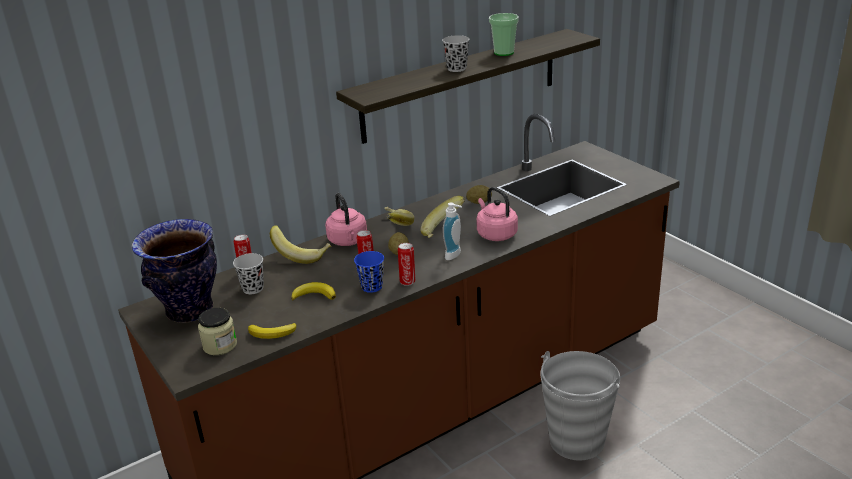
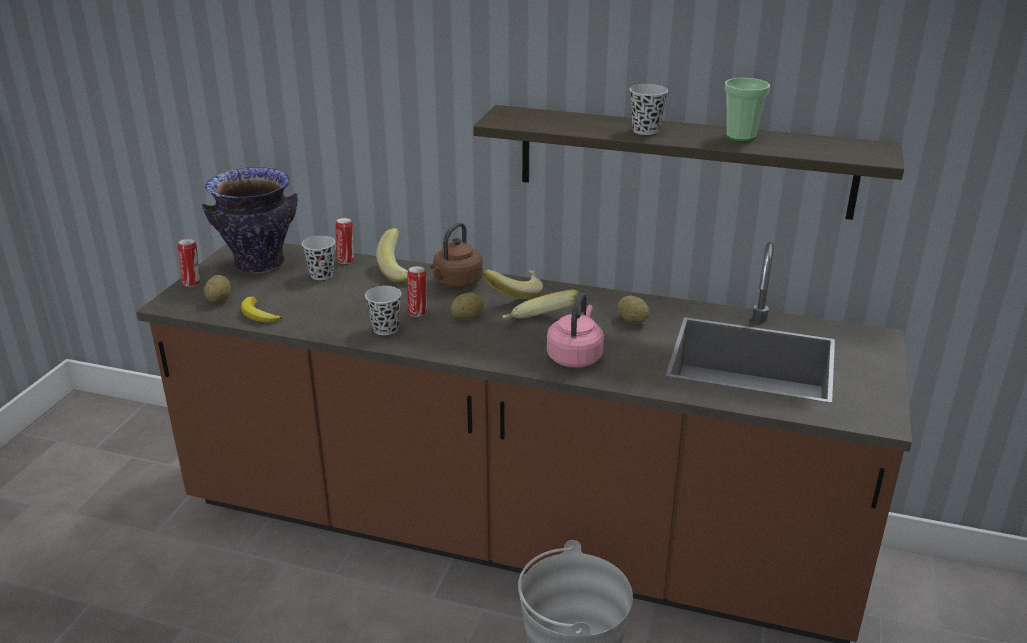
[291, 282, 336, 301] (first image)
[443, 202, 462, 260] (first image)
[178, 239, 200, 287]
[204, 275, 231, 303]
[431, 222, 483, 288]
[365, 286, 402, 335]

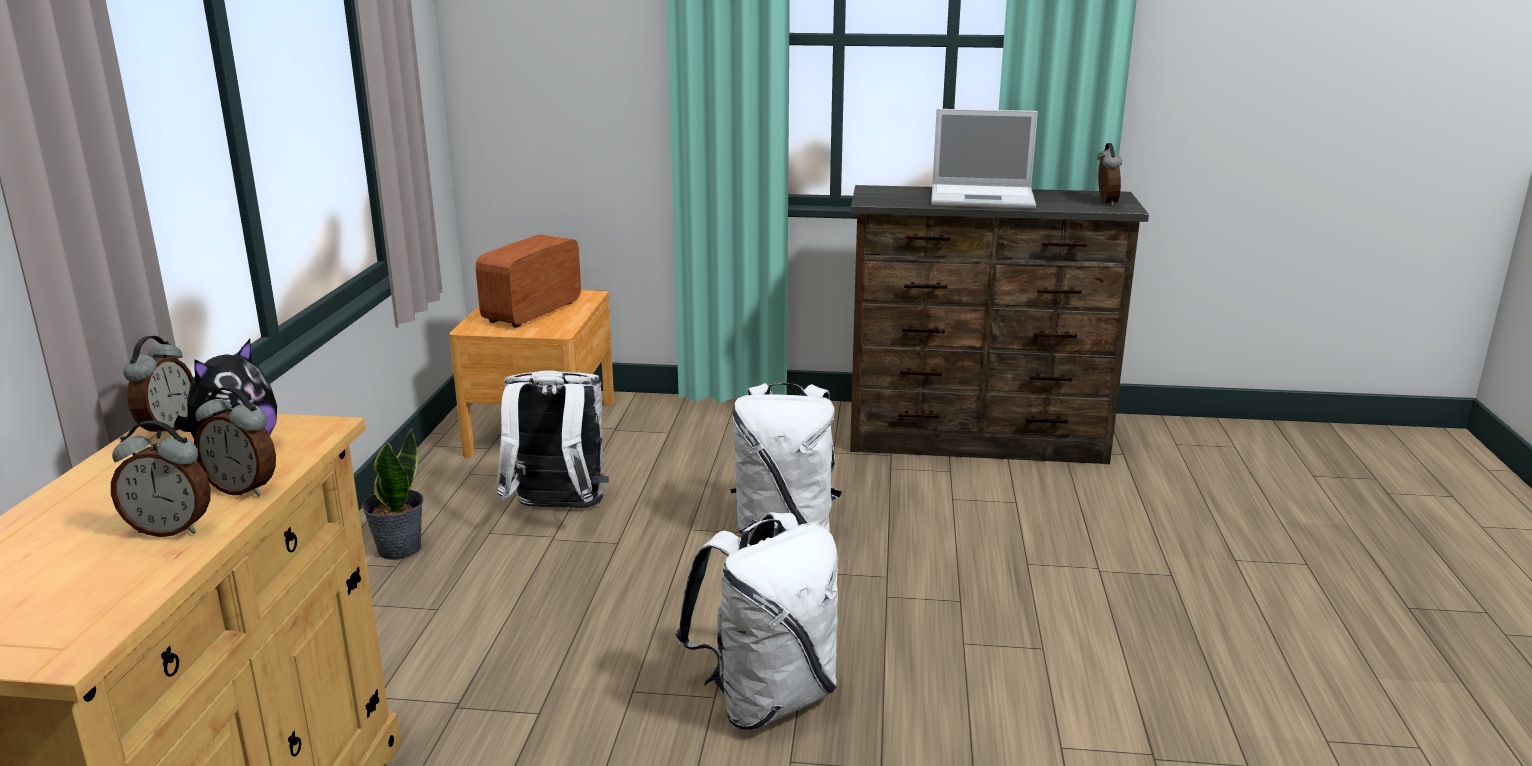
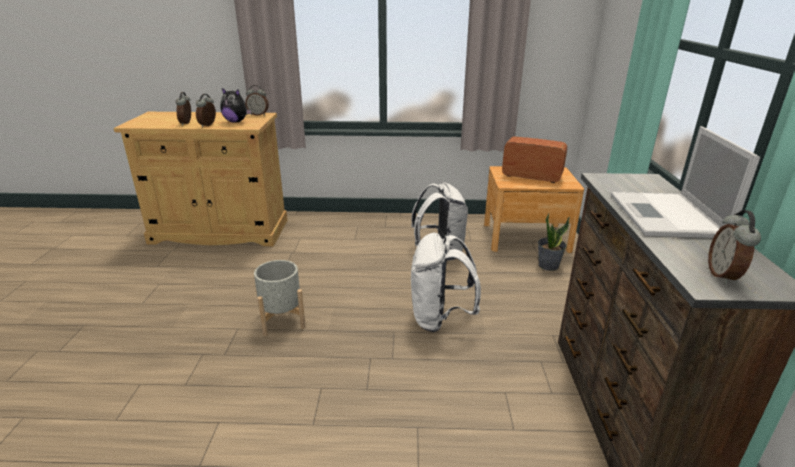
[538, 213, 570, 271]
[254, 260, 306, 336]
[708, 210, 761, 284]

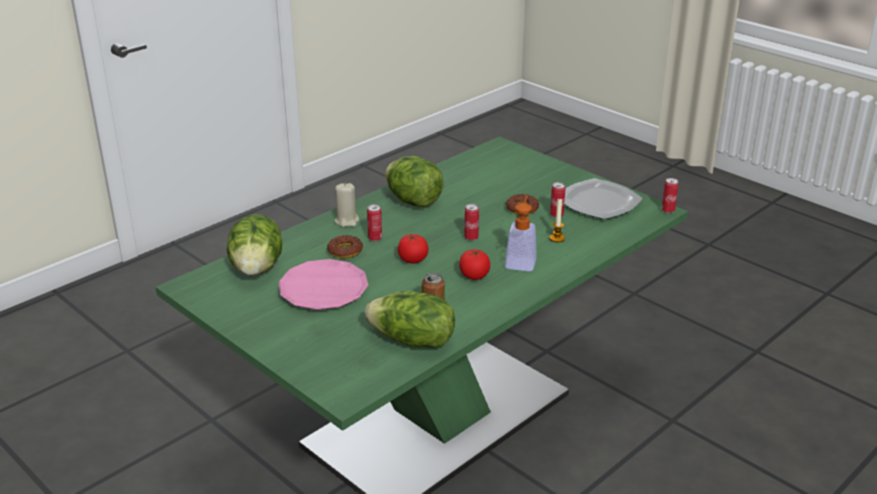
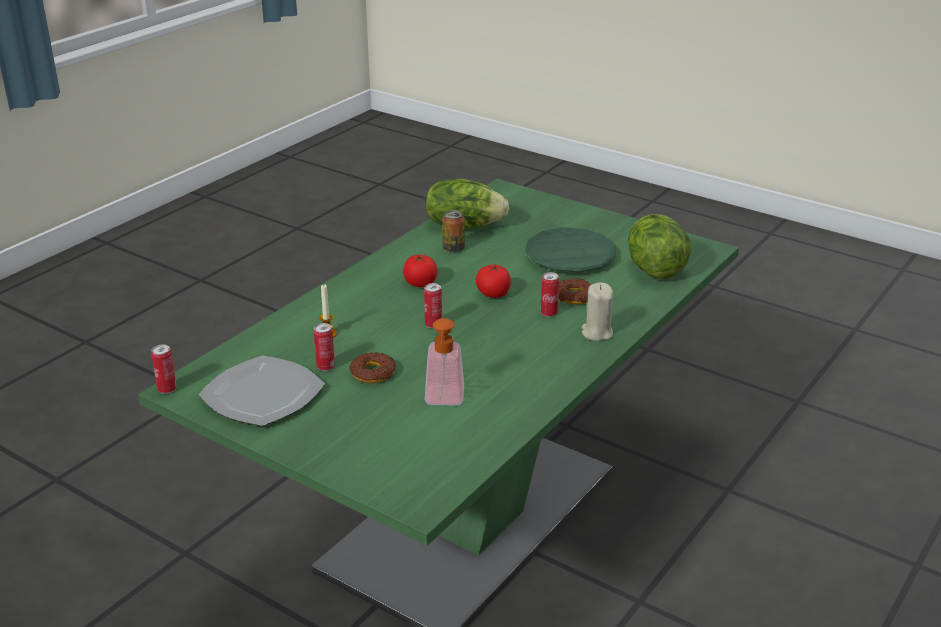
[385, 156, 444, 207] (first image)
[425, 318, 464, 406]
[525, 227, 616, 272]

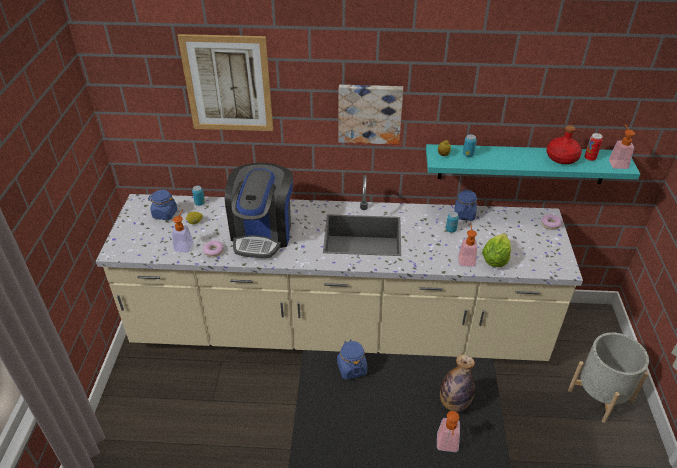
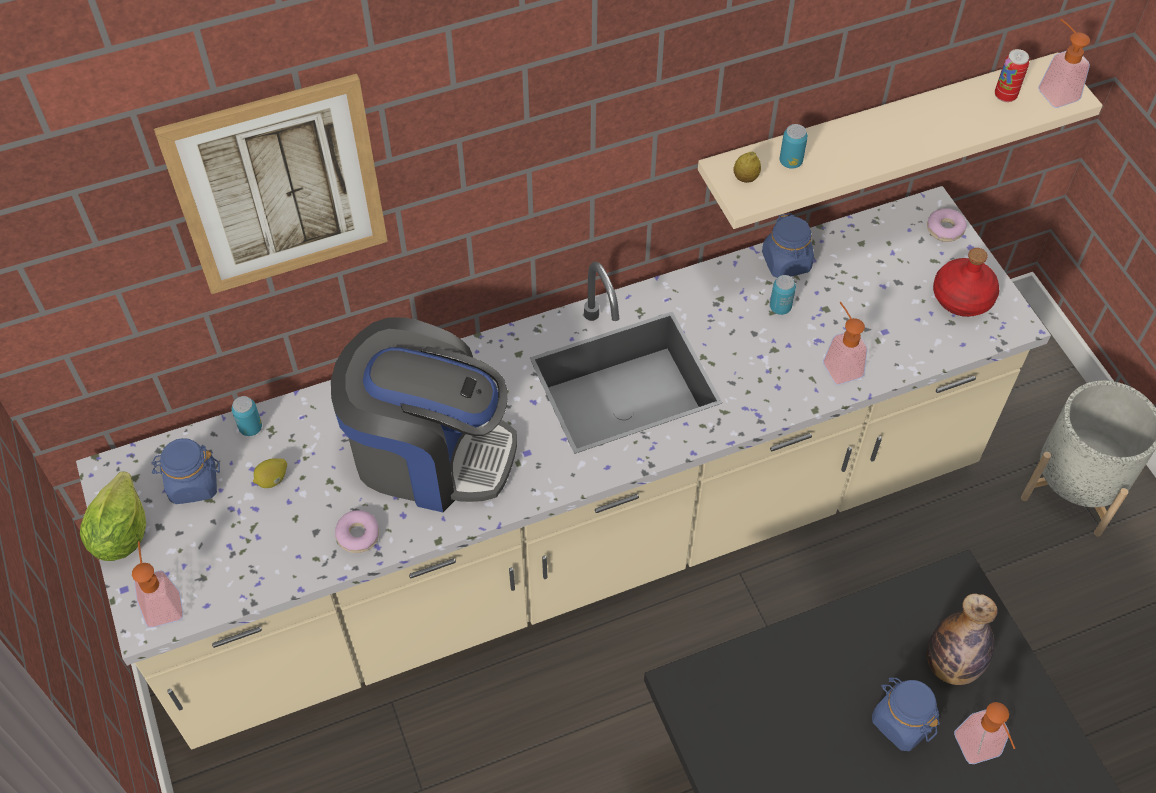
[339, 85, 403, 145] (first image)
[132, 541, 183, 628]
[872, 678, 940, 751]
[80, 472, 146, 561]
[933, 248, 999, 317]
[698, 52, 1103, 229]
[331, 317, 517, 512]

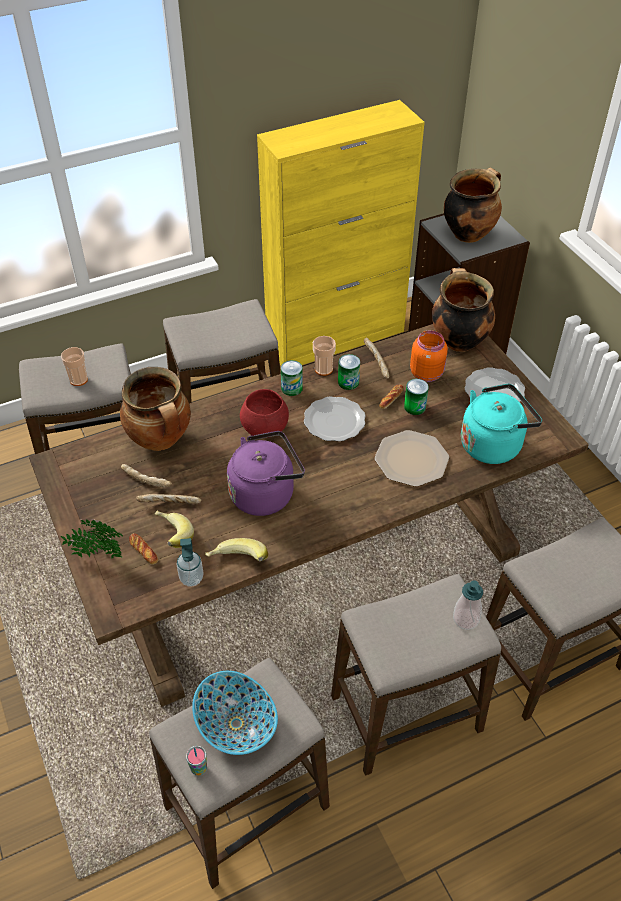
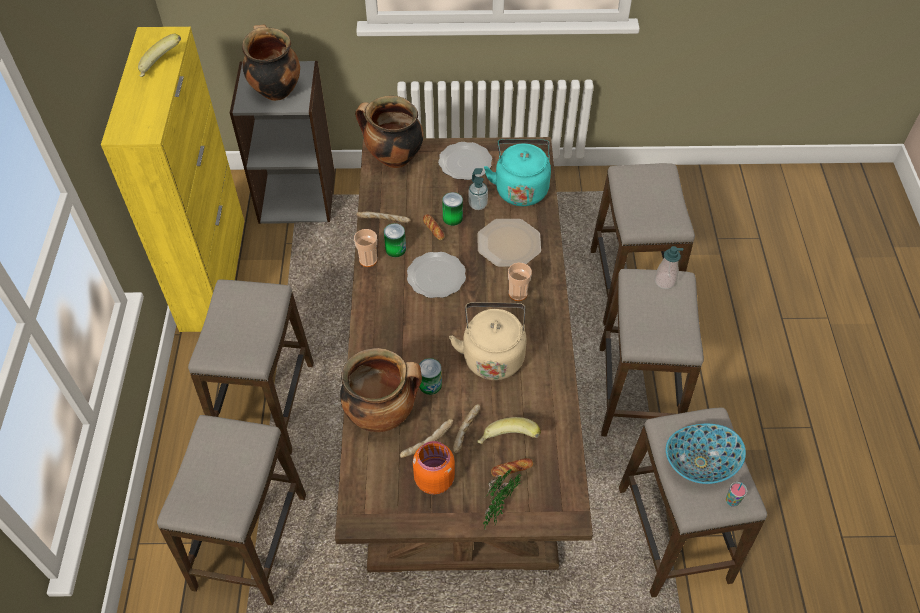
[240, 389, 289, 438] (first image)
[508, 262, 532, 301]
[468, 168, 488, 210]
[138, 34, 181, 77]
[419, 358, 442, 395]
[413, 441, 455, 495]
[449, 302, 527, 380]

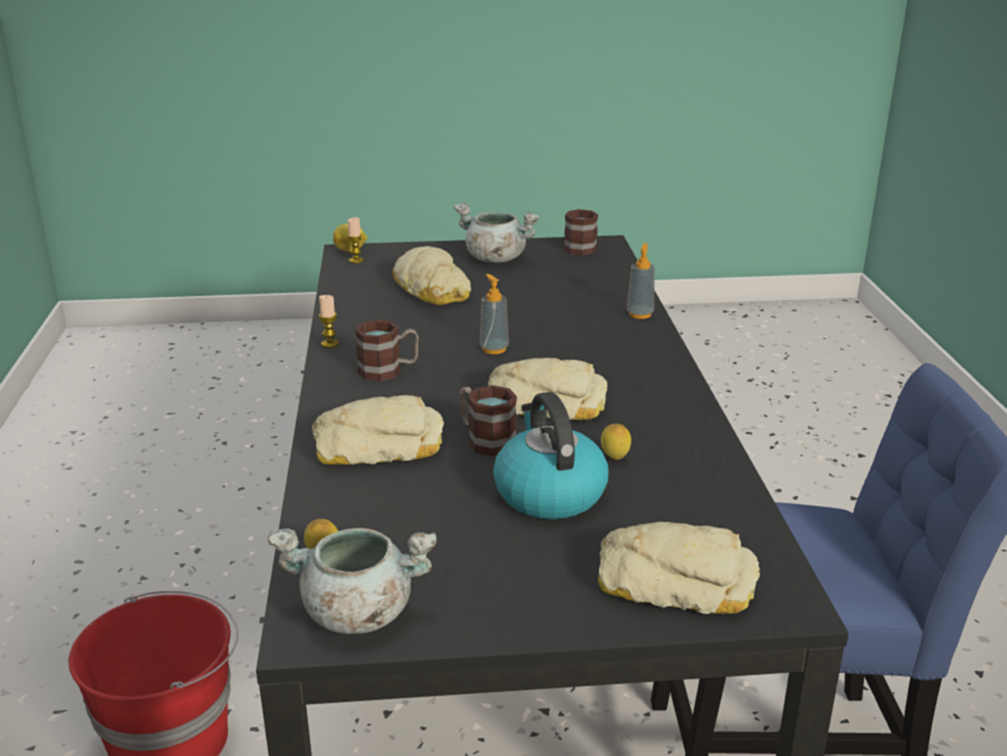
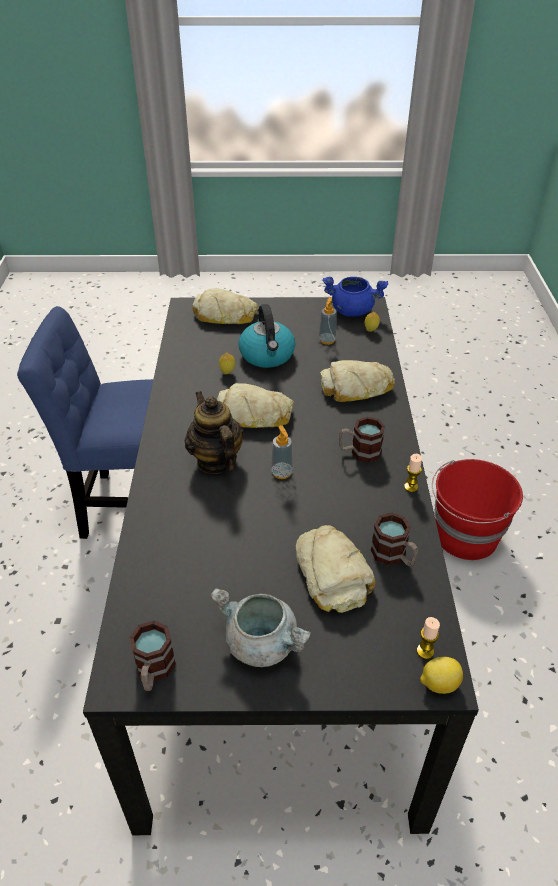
[185, 391, 244, 474]
[371, 512, 418, 566]
[319, 297, 337, 345]
[323, 277, 388, 317]

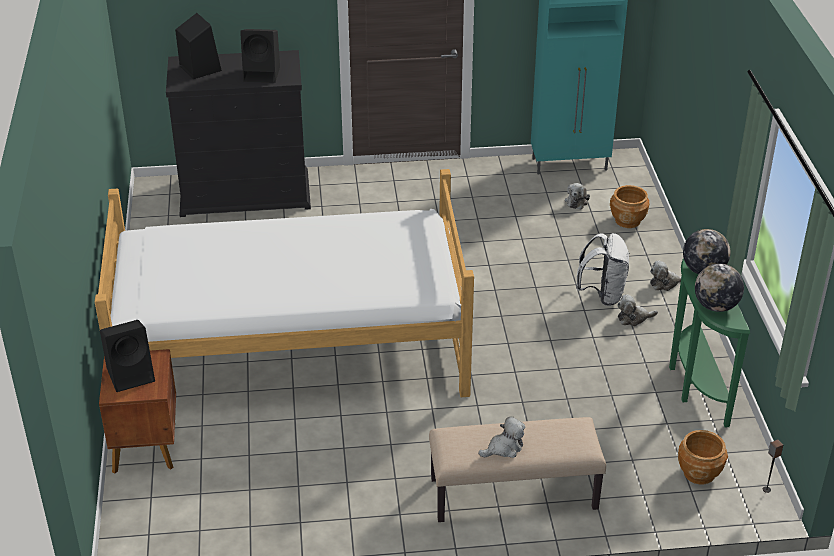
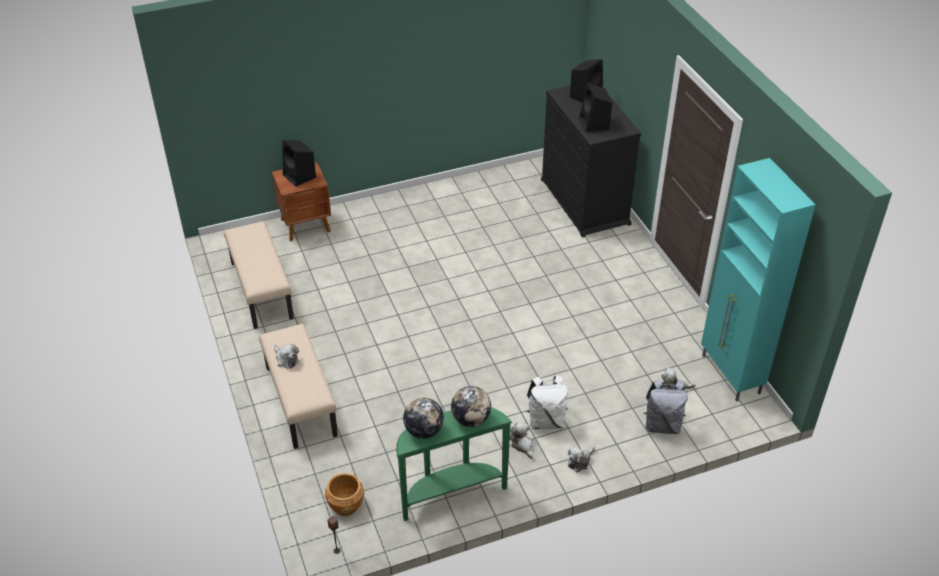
[95, 169, 474, 397] (first image)
[224, 221, 294, 329]
[643, 380, 688, 434]
[568, 446, 595, 472]

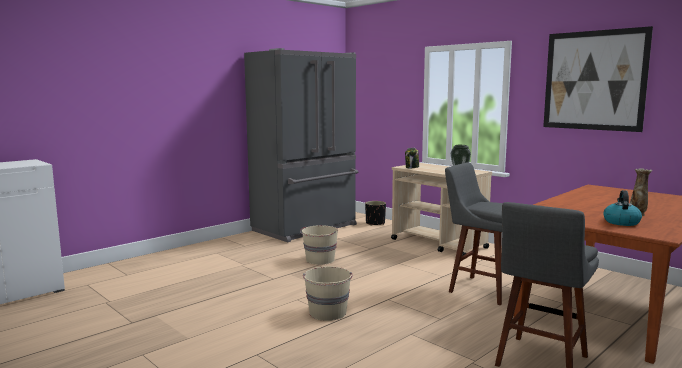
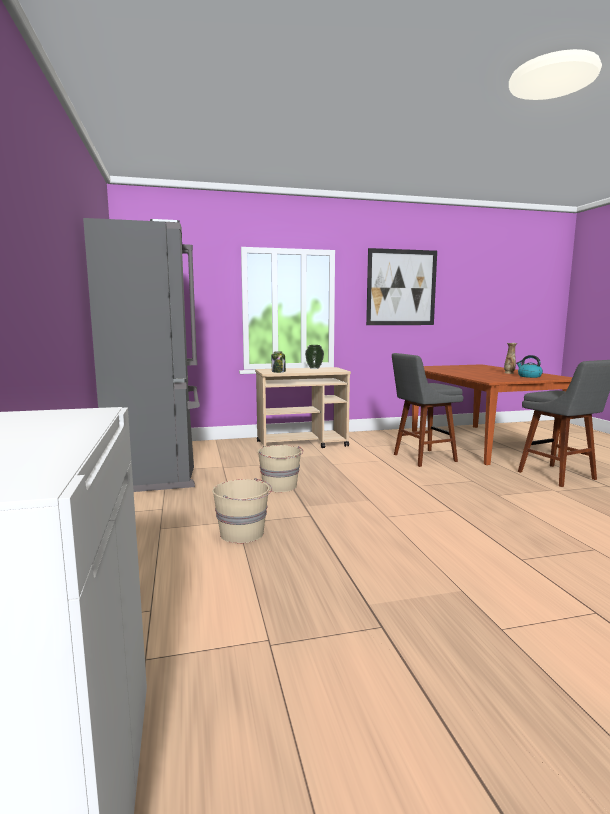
[365, 201, 386, 226] (first image)
[212, 478, 272, 544]

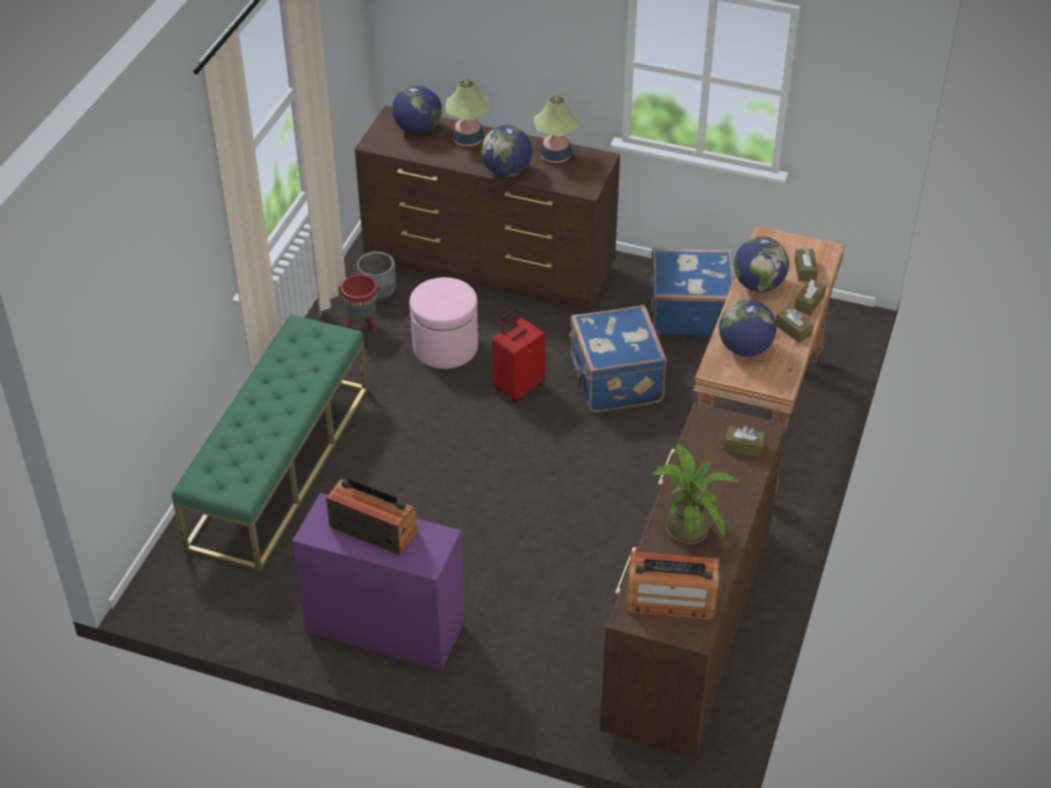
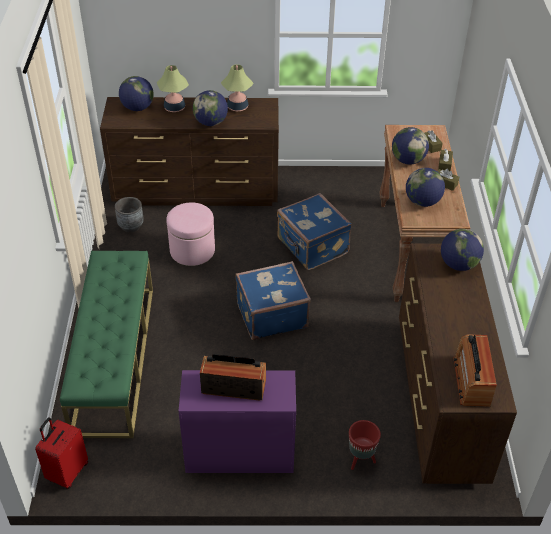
[651, 443, 740, 545] (first image)
[349, 420, 381, 470]
[35, 417, 88, 489]
[235, 261, 311, 340]
[441, 229, 484, 271]
[453, 334, 497, 407]

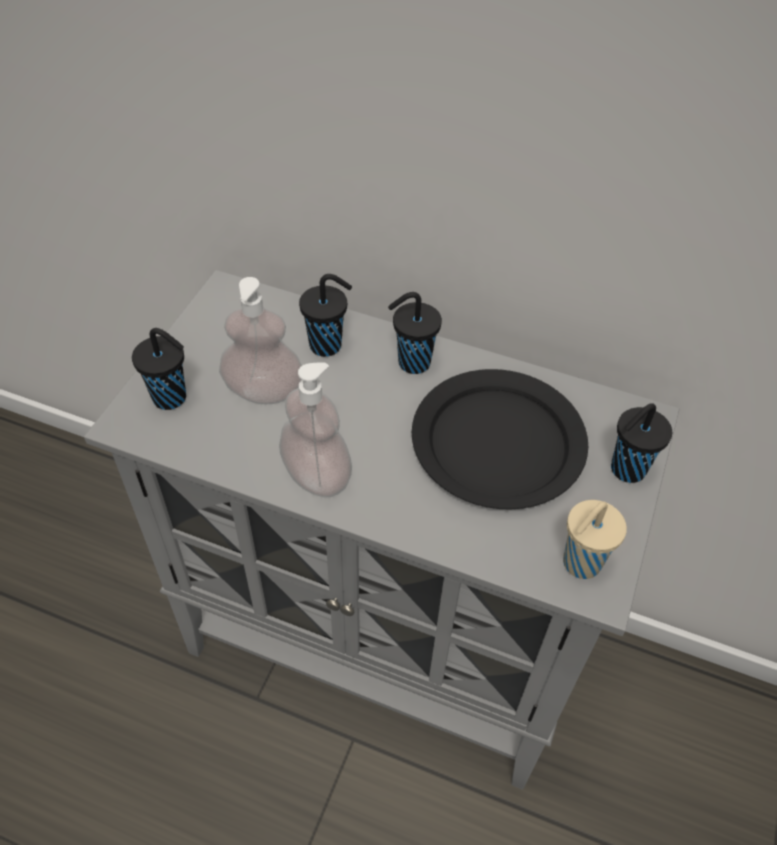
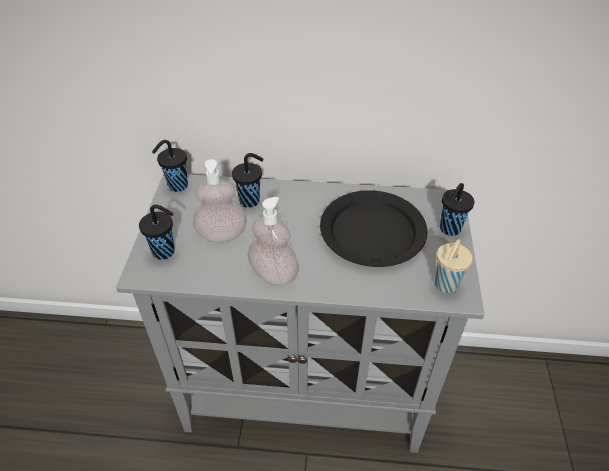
[152, 140, 188, 192]

